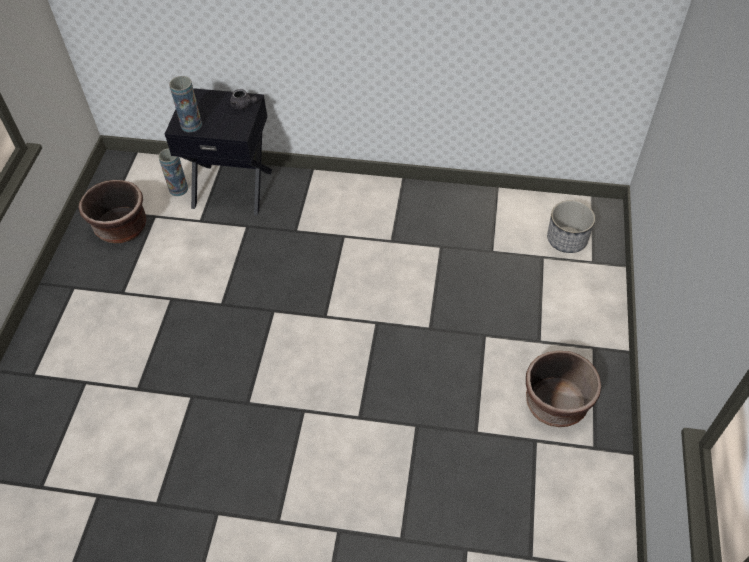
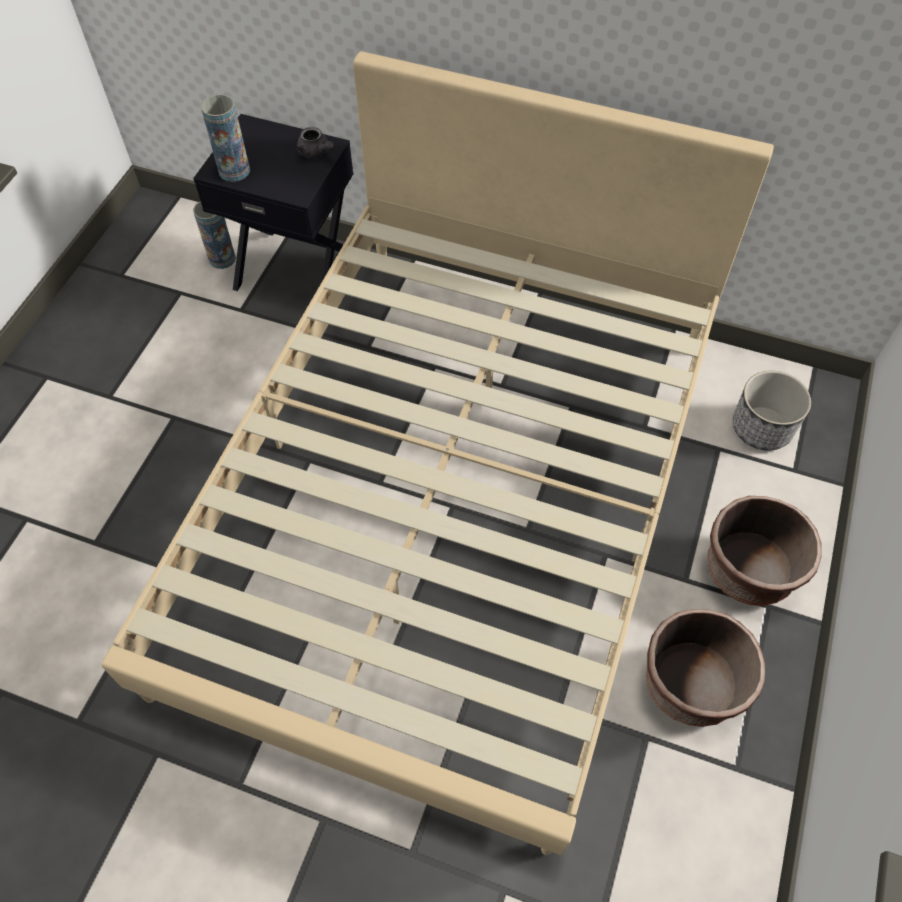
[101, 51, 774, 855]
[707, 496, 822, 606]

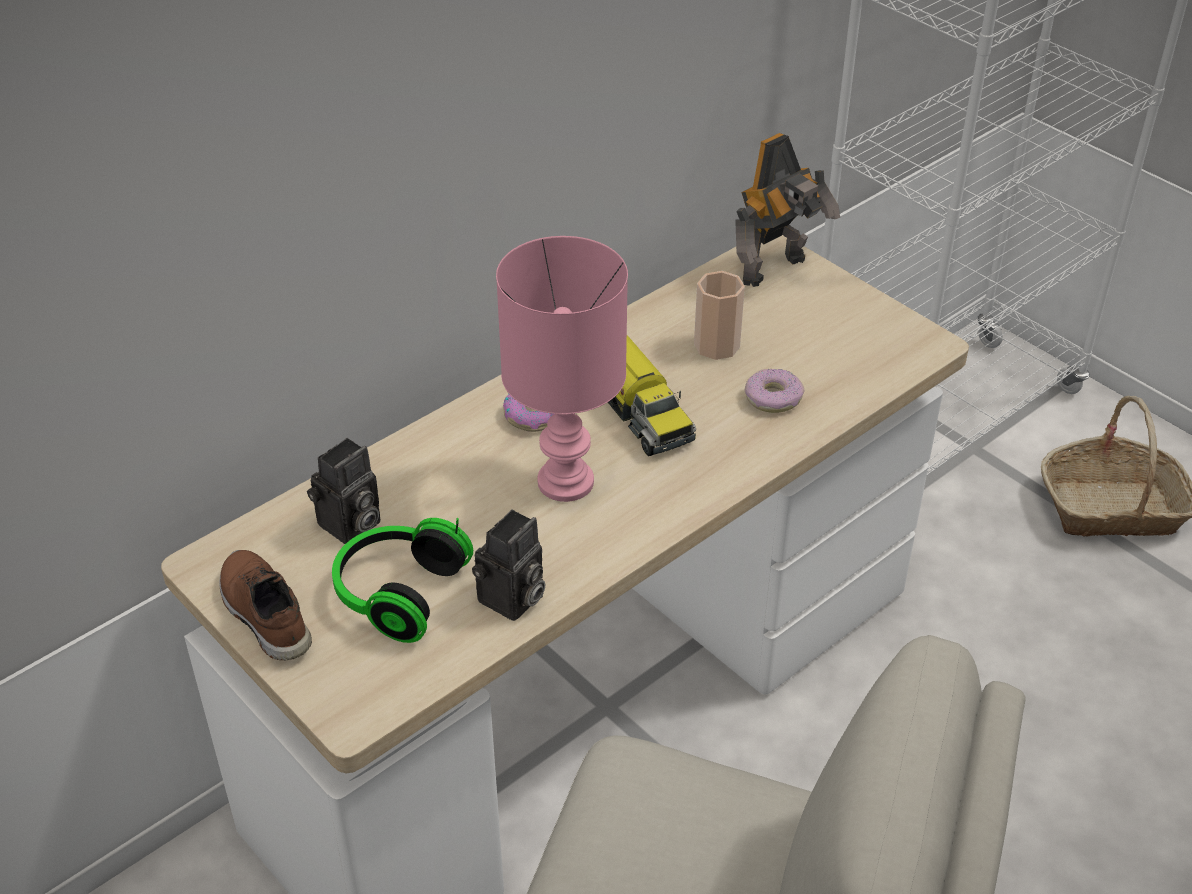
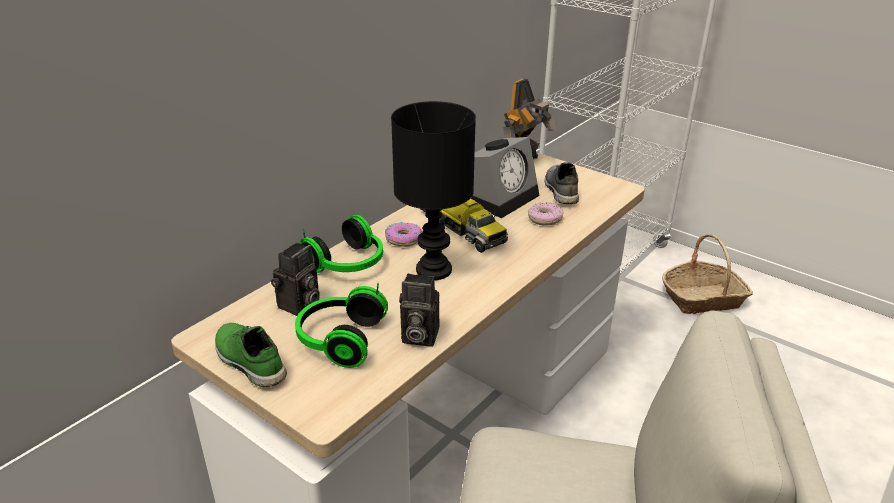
[299, 214, 383, 273]
[545, 162, 579, 204]
[471, 137, 540, 218]
[215, 323, 287, 387]
[391, 101, 476, 280]
[399, 274, 440, 347]

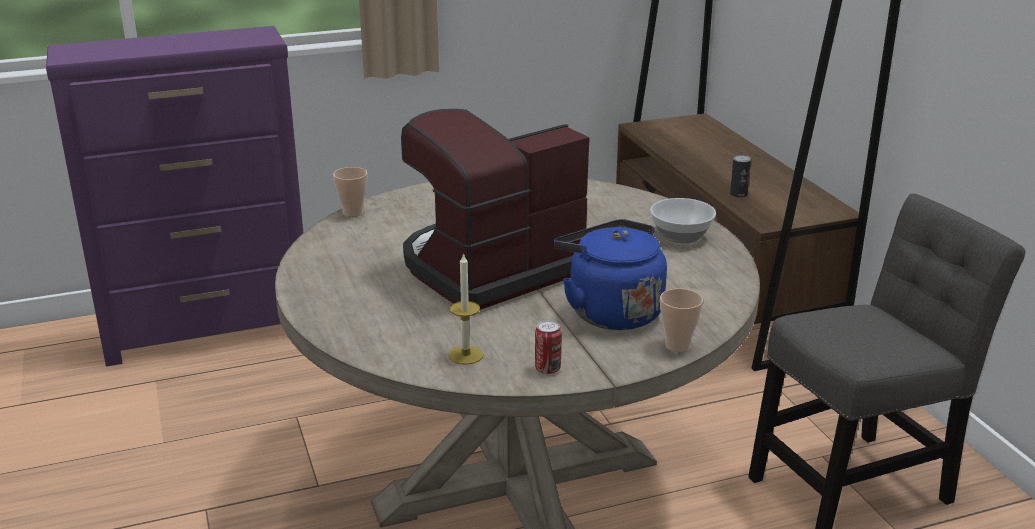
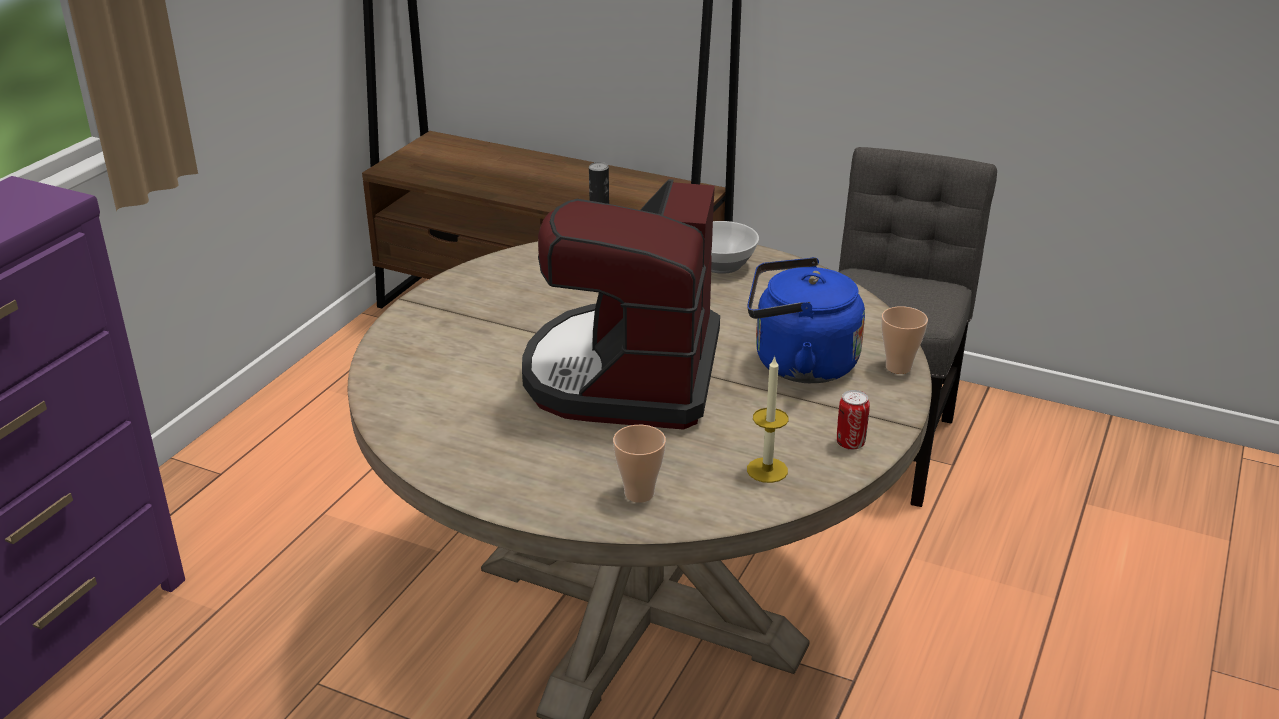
[613, 425, 666, 503]

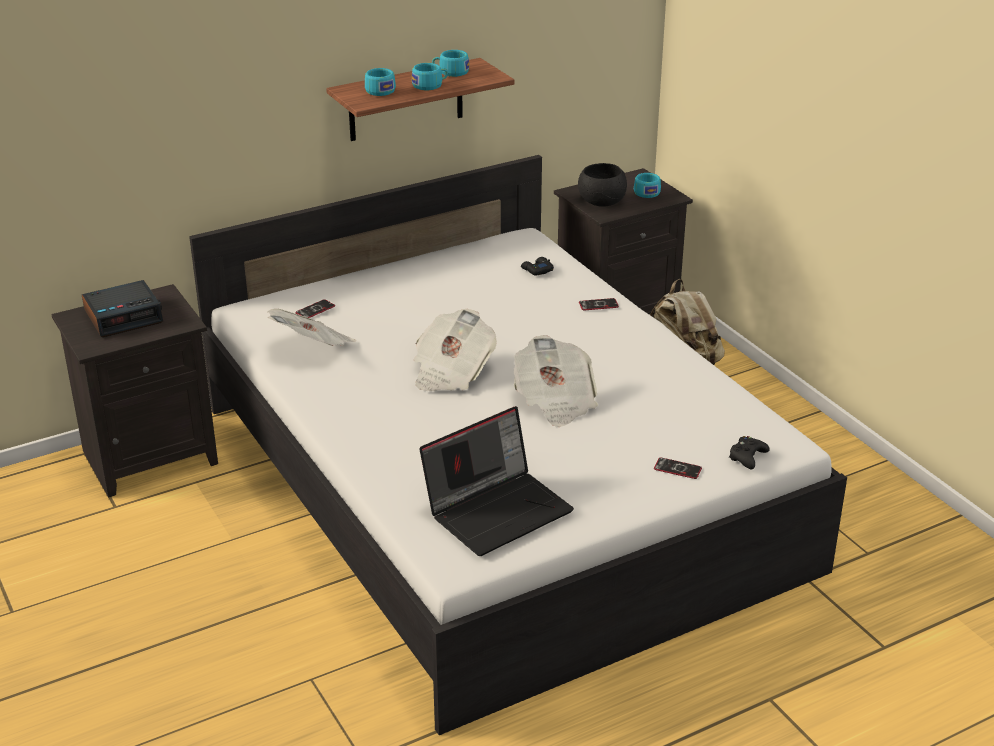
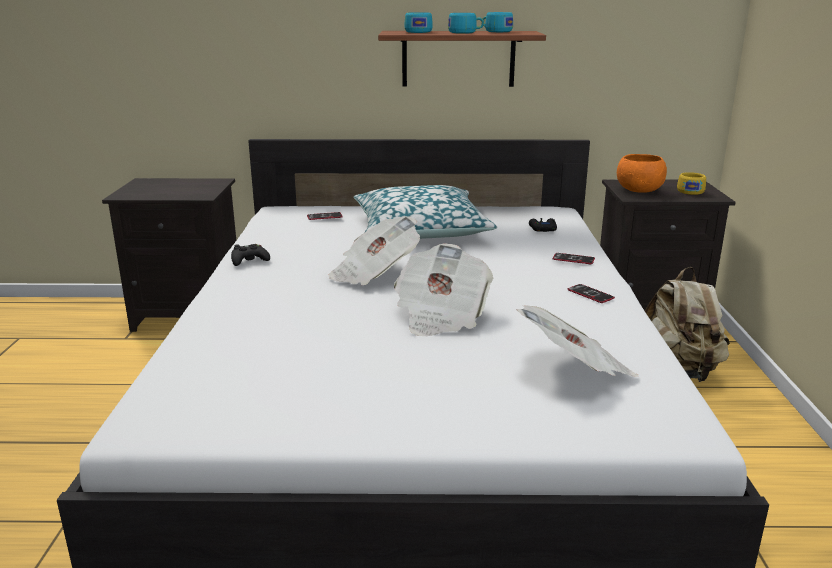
[82, 280, 163, 337] (first image)
[419, 406, 574, 556] (first image)
[354, 185, 497, 239]
[516, 306, 638, 377]
[567, 284, 615, 303]
[231, 244, 270, 266]
[617, 154, 667, 193]
[677, 172, 706, 195]

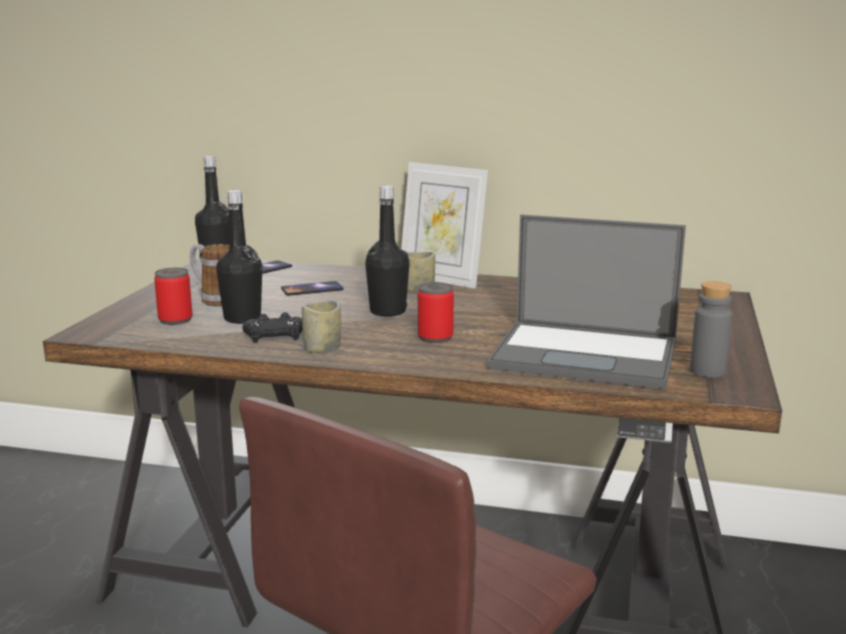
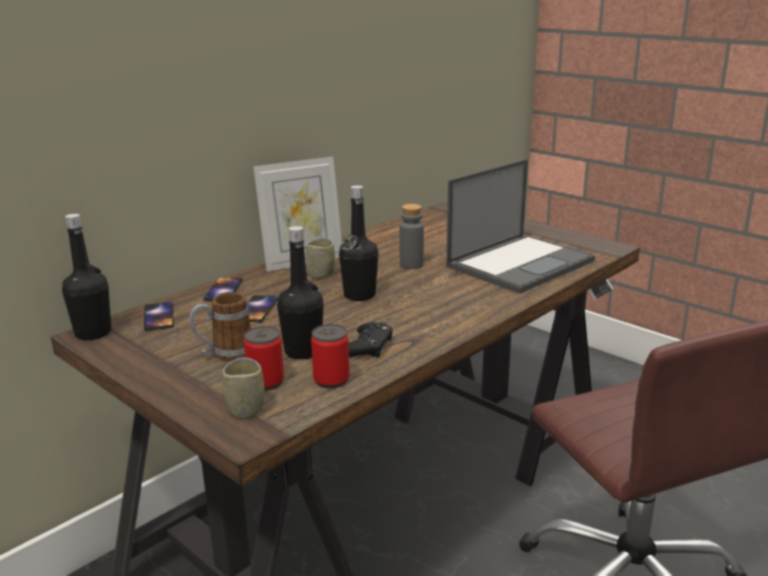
[204, 277, 243, 301]
[222, 357, 265, 419]
[311, 324, 350, 388]
[400, 204, 424, 269]

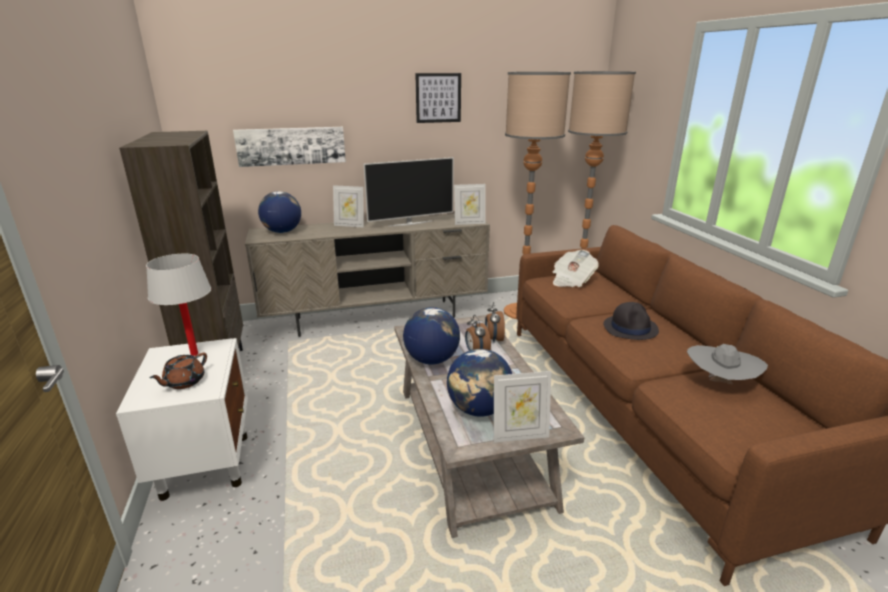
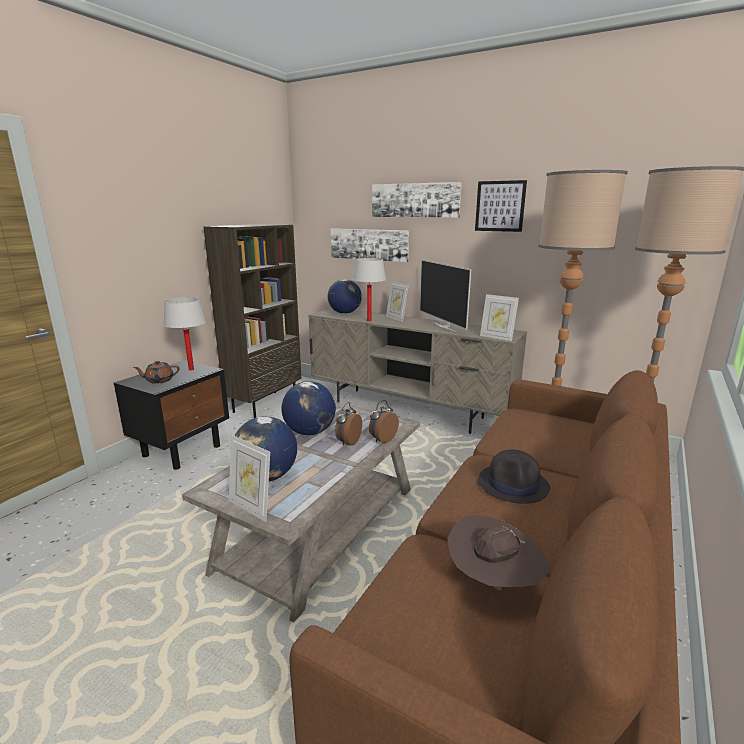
[553, 250, 599, 287] (first image)
[352, 258, 386, 321]
[372, 182, 462, 218]
[114, 360, 229, 470]
[447, 515, 550, 590]
[420, 260, 471, 332]

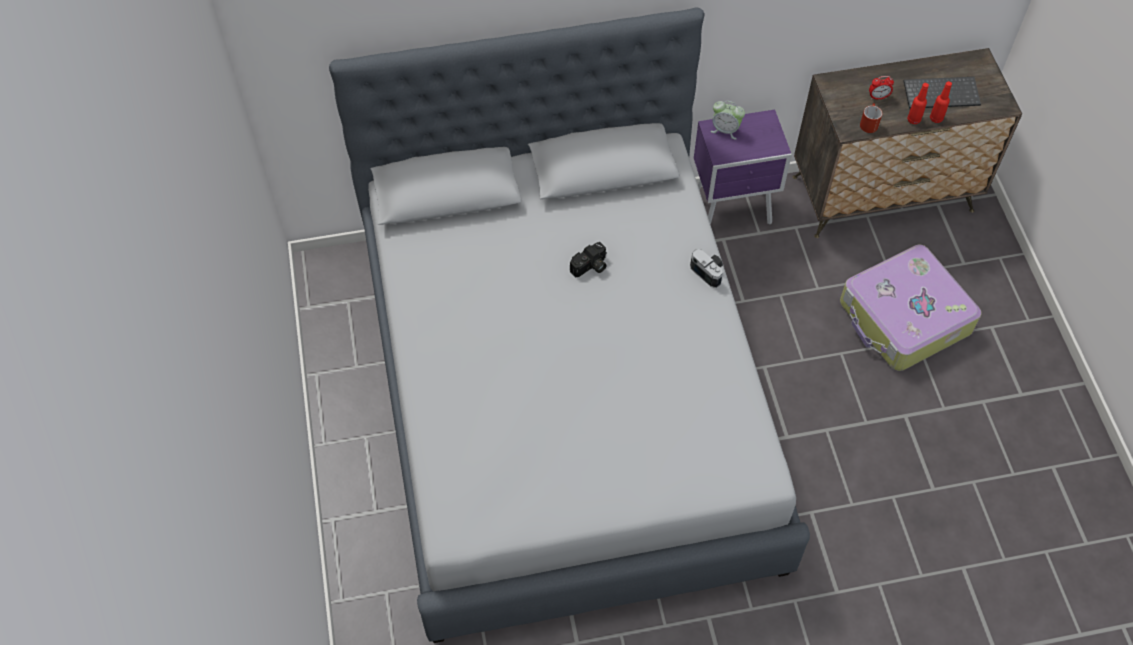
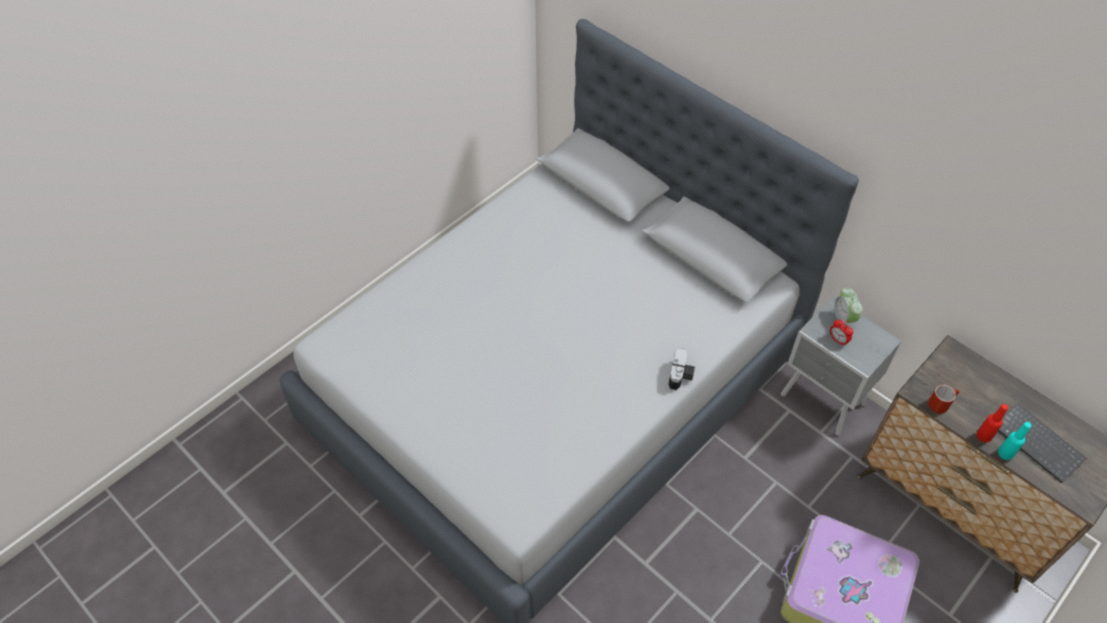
[570, 242, 607, 277] (first image)
[830, 320, 853, 346]
[781, 297, 901, 435]
[998, 422, 1031, 460]

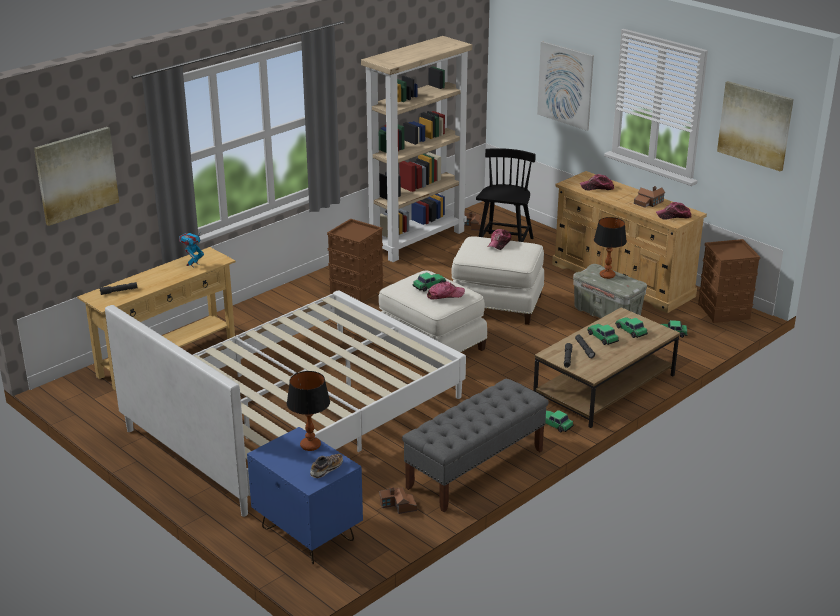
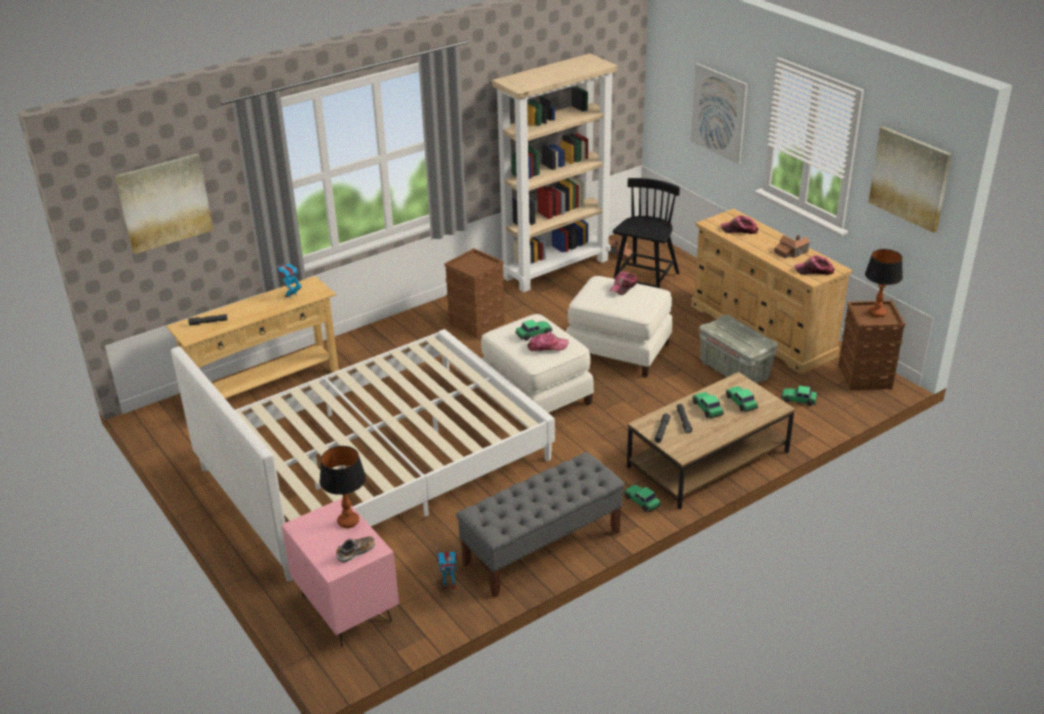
[865, 249, 903, 317]
[436, 543, 458, 590]
[281, 498, 399, 646]

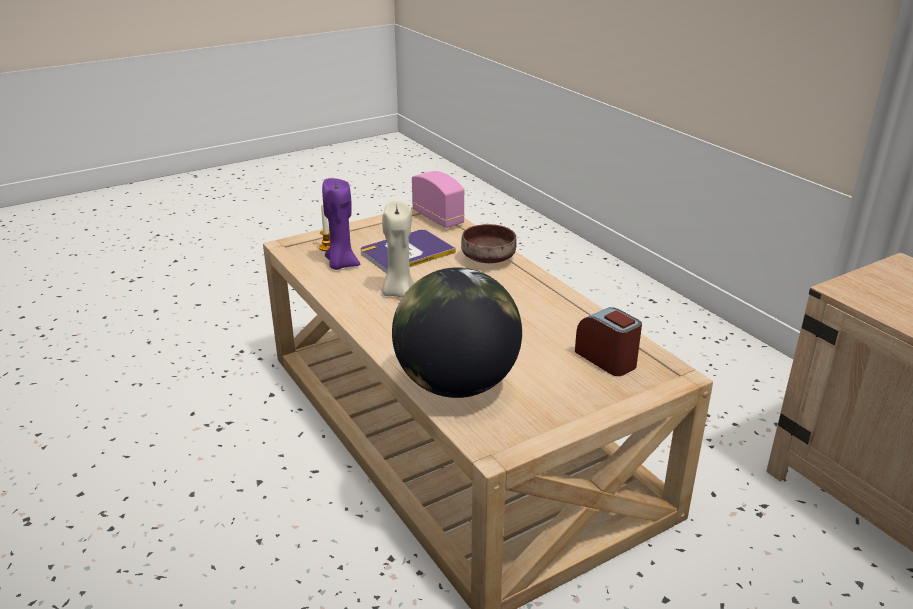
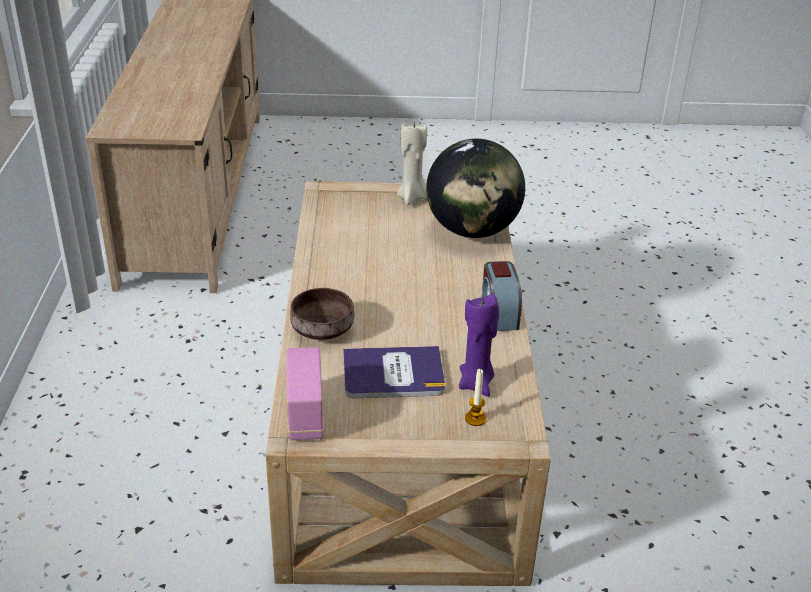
[397, 120, 427, 205]
[482, 261, 522, 331]

